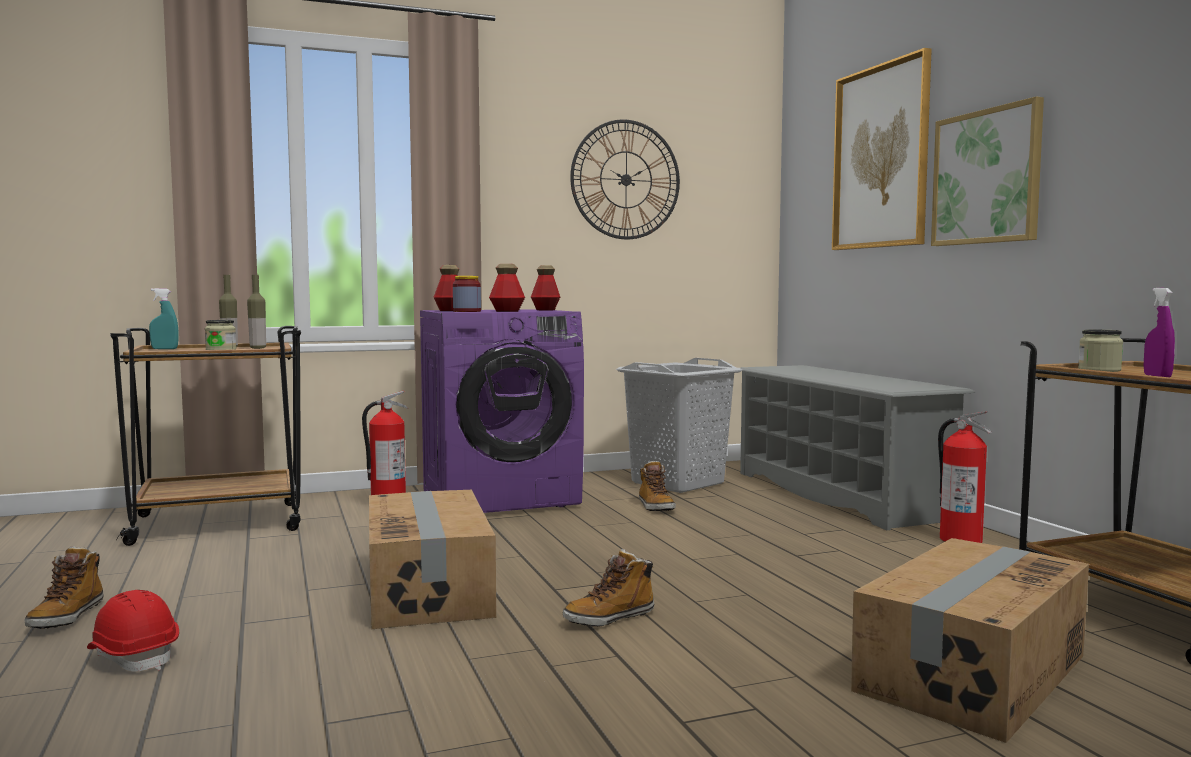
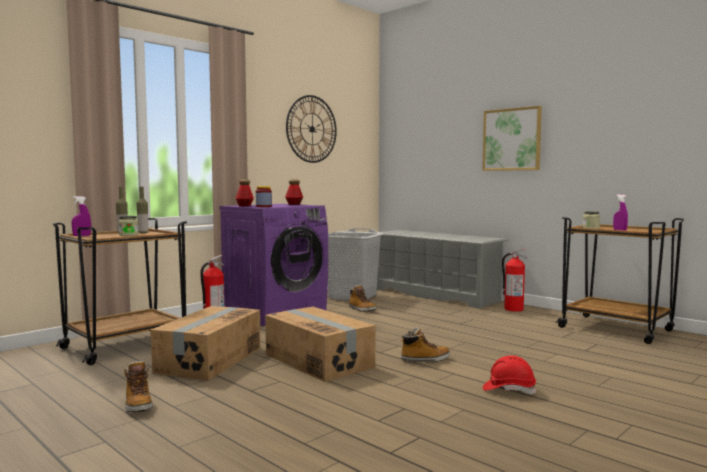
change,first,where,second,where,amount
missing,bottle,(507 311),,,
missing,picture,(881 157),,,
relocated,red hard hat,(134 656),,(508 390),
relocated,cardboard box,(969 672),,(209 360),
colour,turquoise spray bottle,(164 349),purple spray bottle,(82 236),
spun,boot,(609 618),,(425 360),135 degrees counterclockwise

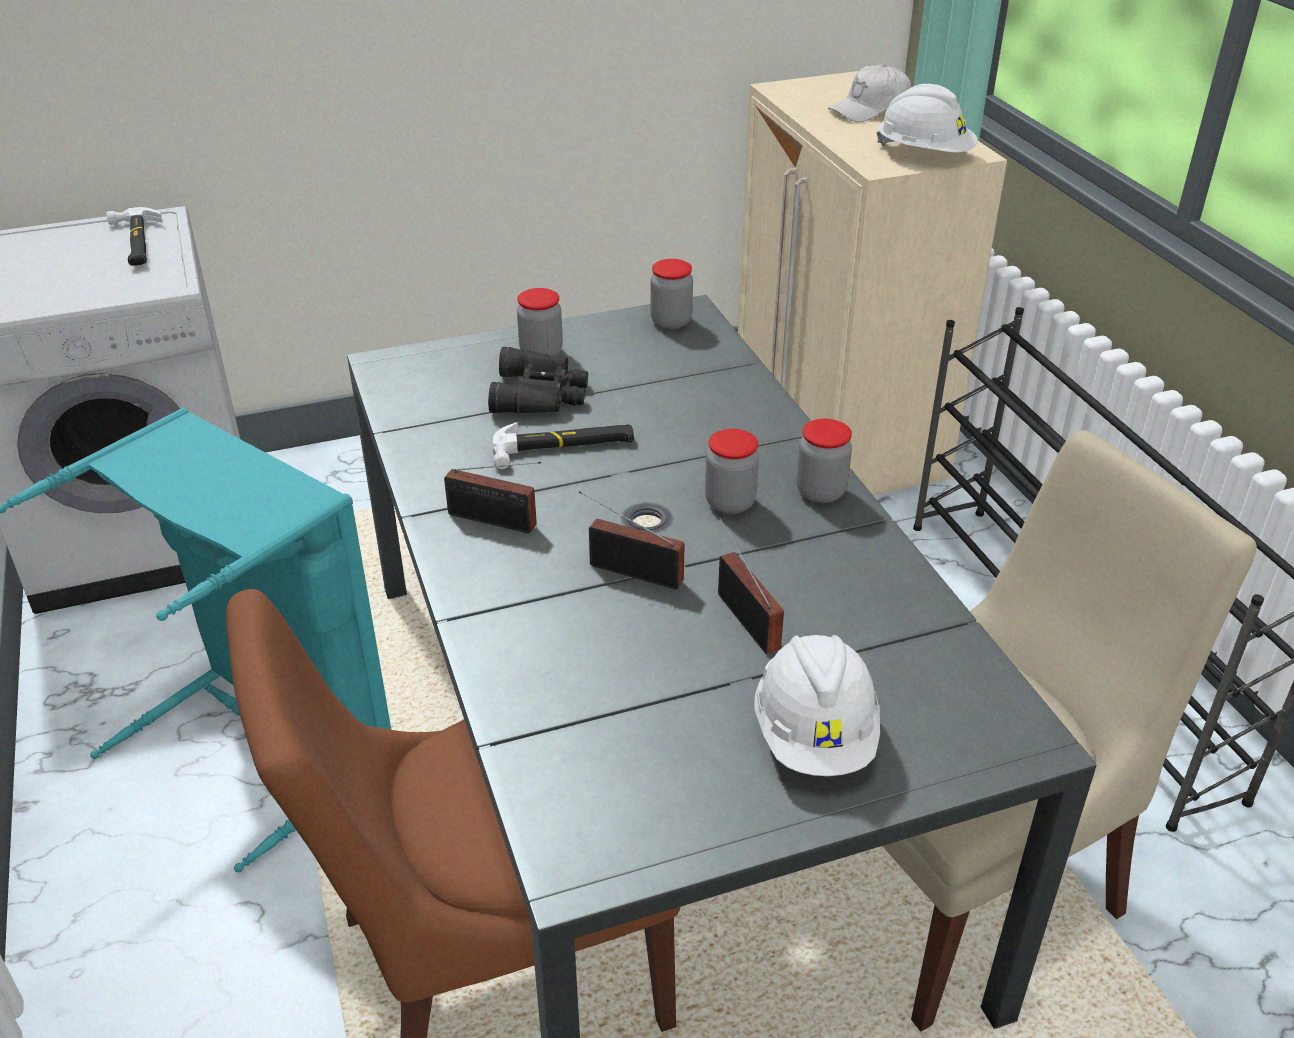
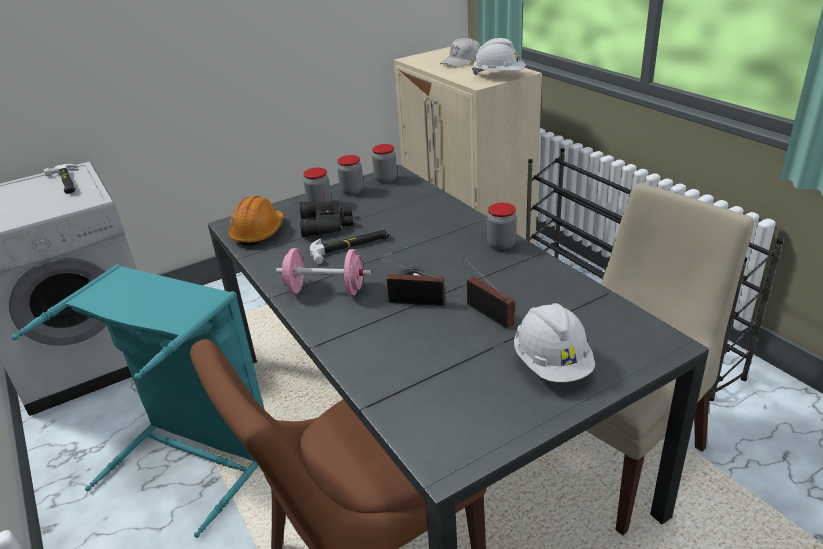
change,first,where,second,where,amount
appeared,,,orange hard hat,(258 232),
relocated,jar,(730 502),,(352 191),
exchanged,radio,(496 521),pink dumbbell,(326 290),

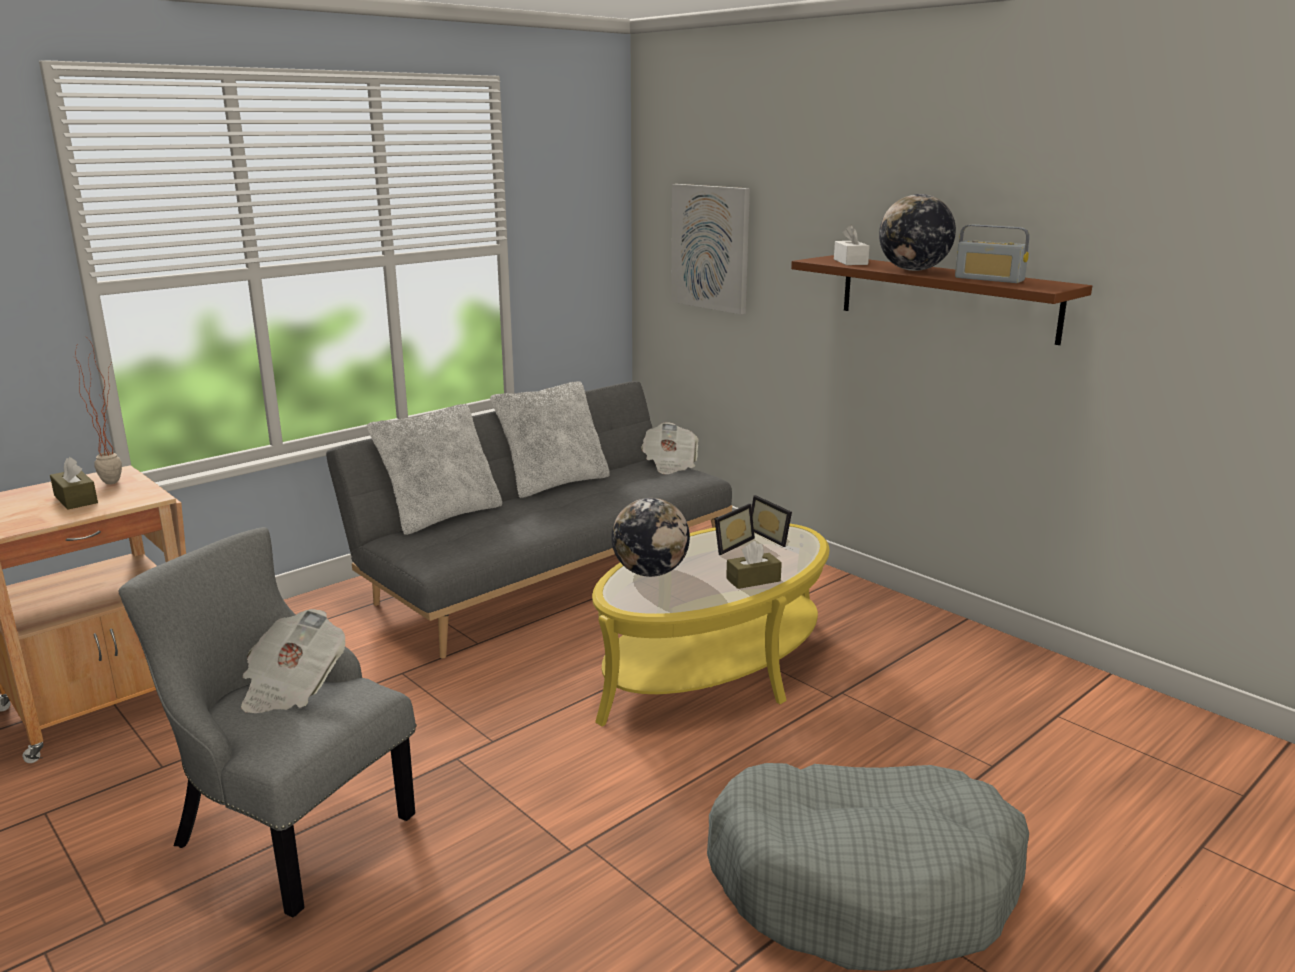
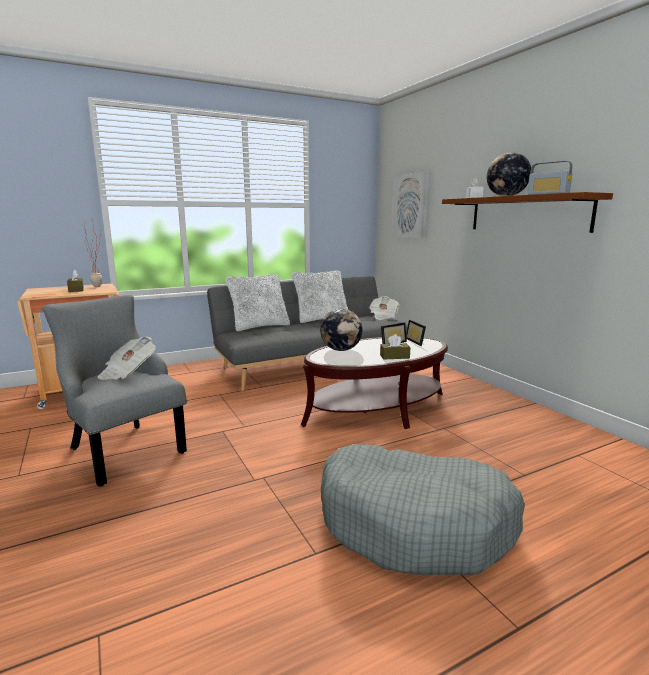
change,first,where,second,where,amount
colour,yellow coffee table,(714 666),brown coffee table,(377 408),

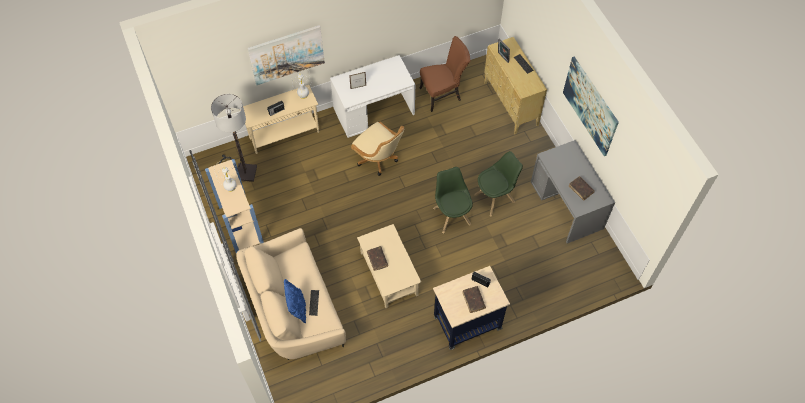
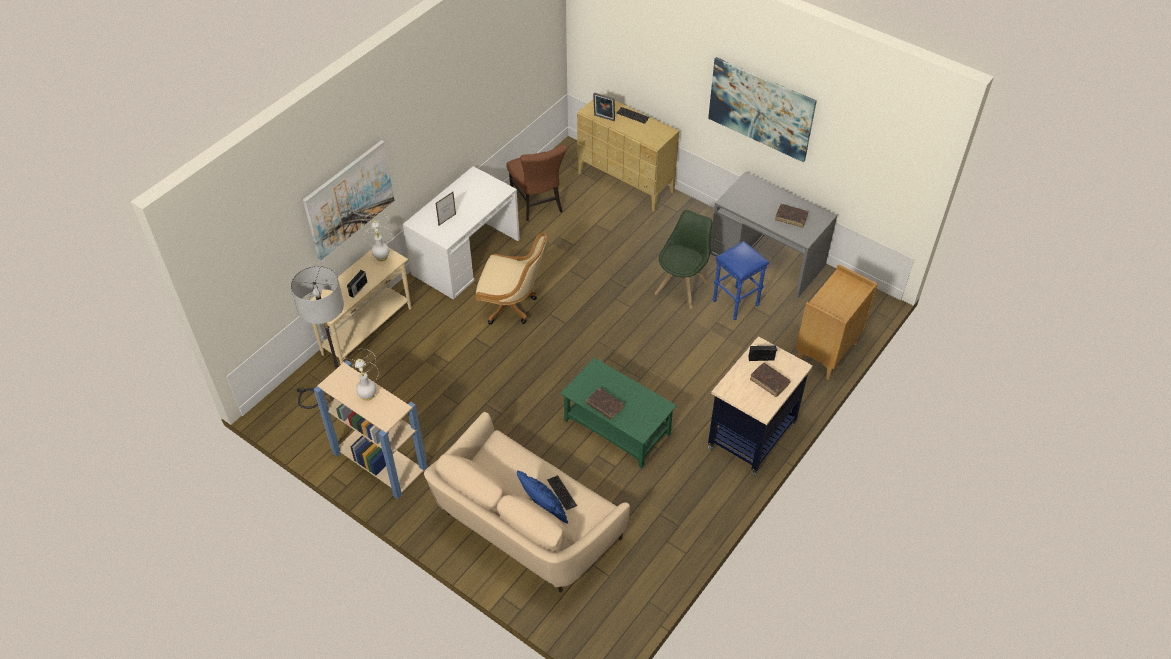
change,first,where,second,where,amount
missing,green chair,(451 216),,,
appeared,,,blue stool,(734 302),
appeared,,,brown cabinet,(826 353),
colour,beige coffee table,(388 273),green coffee table,(616 427),
spun,brown chair,(443 94),,(538 204),120 degrees clockwise

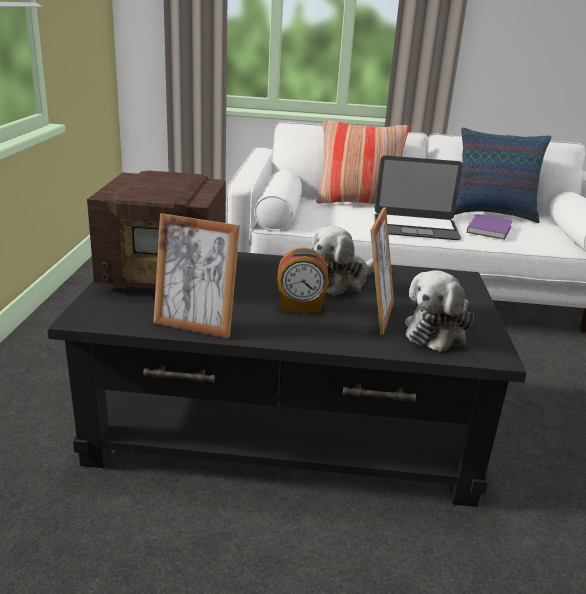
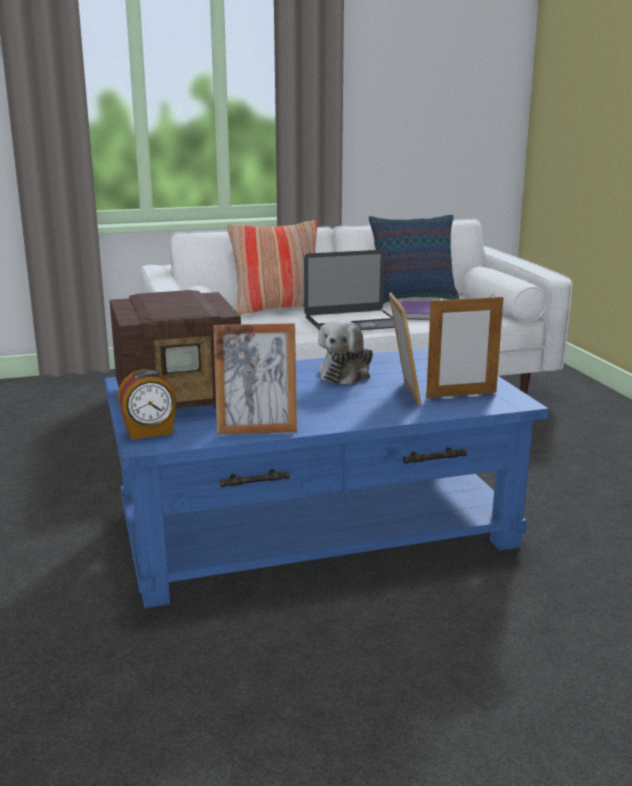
change,first,where,second,where,amount
relocated,alarm clock,(300 306),,(149 432),
exchanged,plush toy,(438 332),picture frame,(461 395),
colour,black coffee table,(286 425),blue coffee table,(317 529),

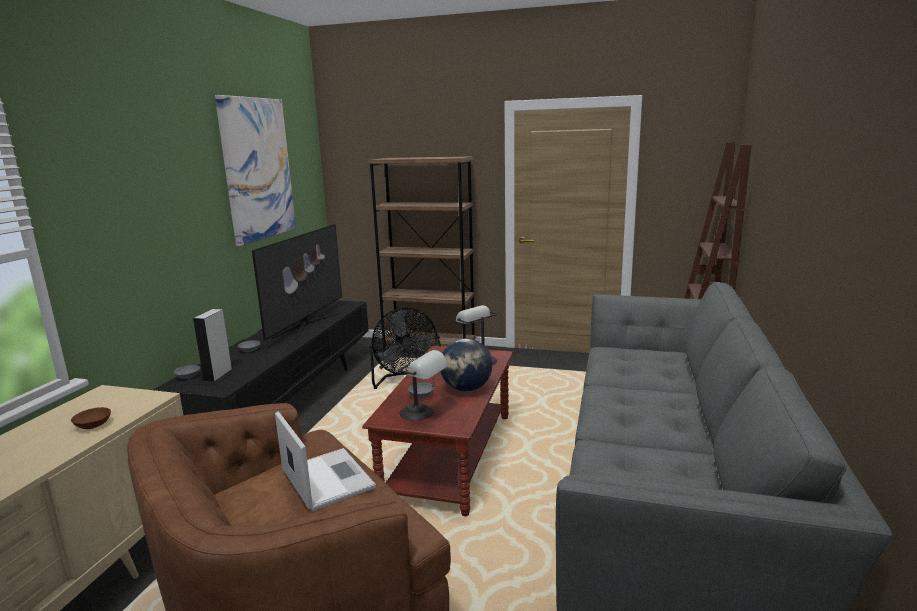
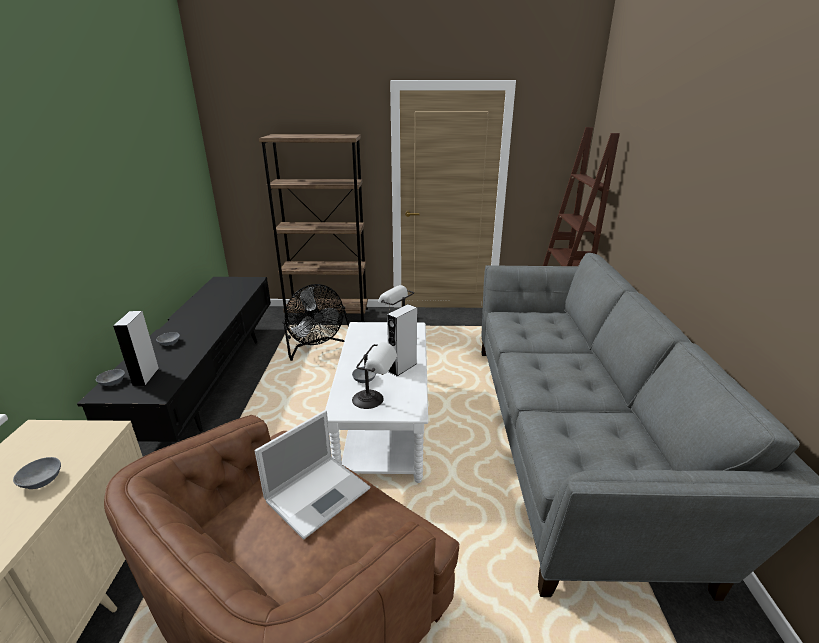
change,first,where,second,where,amount
missing,picture,(257 169),,,
missing,television,(306 325),,,
exchanged,globe,(466 389),grey speaker,(402 367),
colour,brown bowl,(94 425),grey bowl,(43 480),
colour,brown coffee table,(450 455),white coffee table,(384 422),
spun,laptop,(326 478),,(319 493),90 degrees clockwise

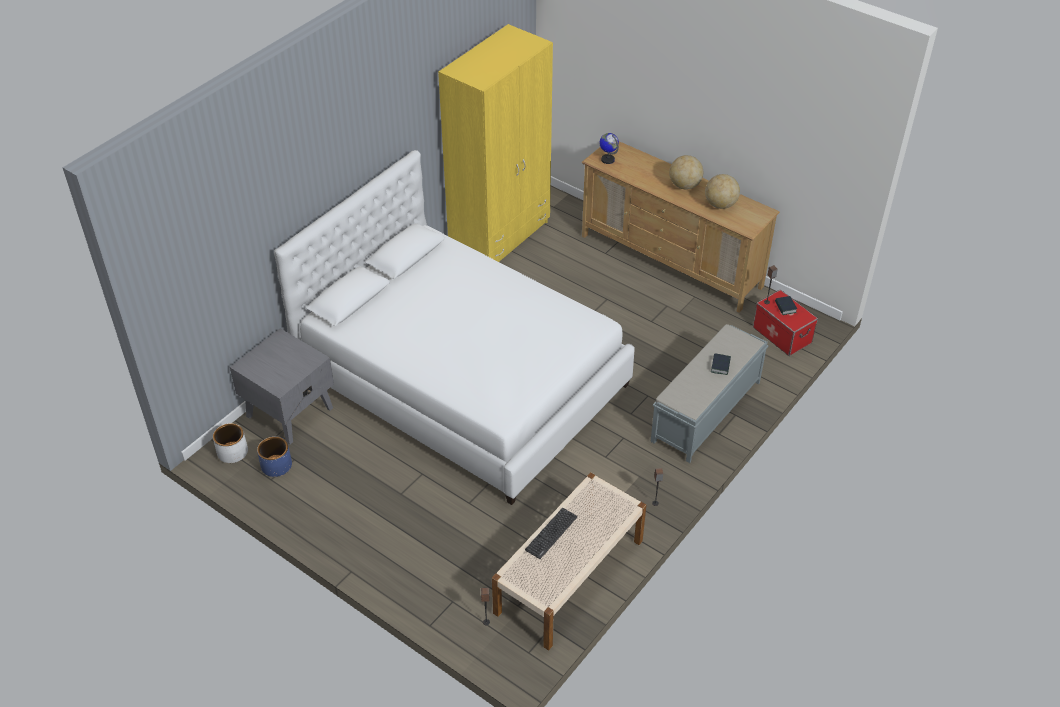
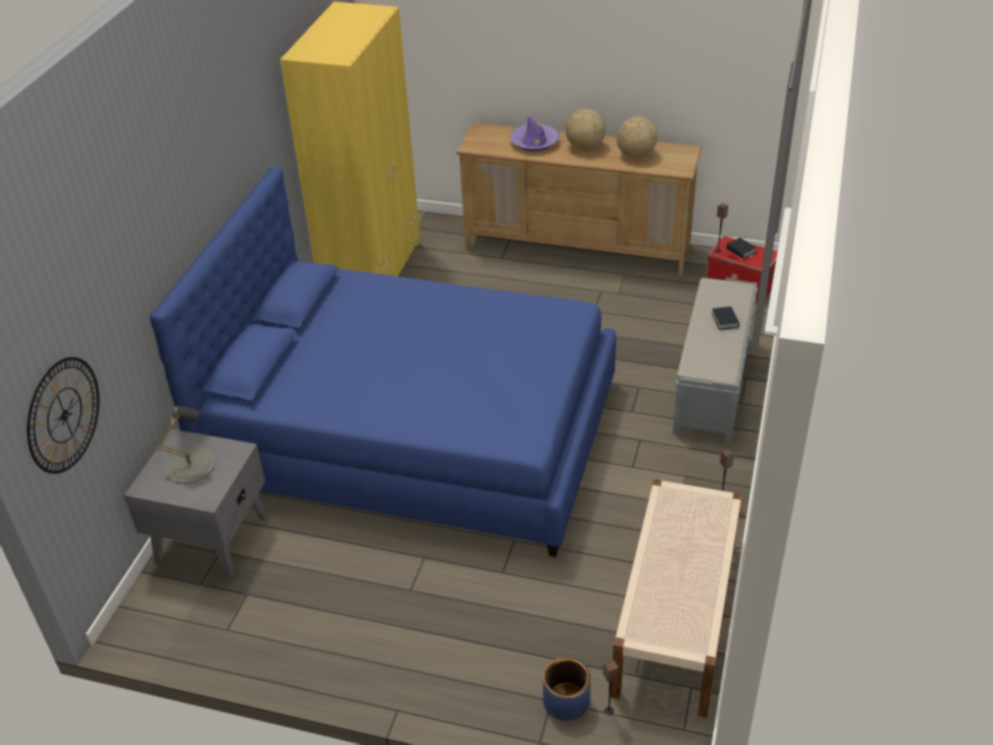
change,first,where,second,where,amount
missing,white planter,(232 452),,,
missing,keyboard,(551 533),,,
missing,globe,(607 159),,,
appeared,,,wall clock,(64 415),
appeared,,,grey table lamp,(190 465),
appeared,,,purple hat,(534 142),
relocated,blue planter,(276 465),,(566 701),
colour,white bed,(462 379),blue bed,(413 433),

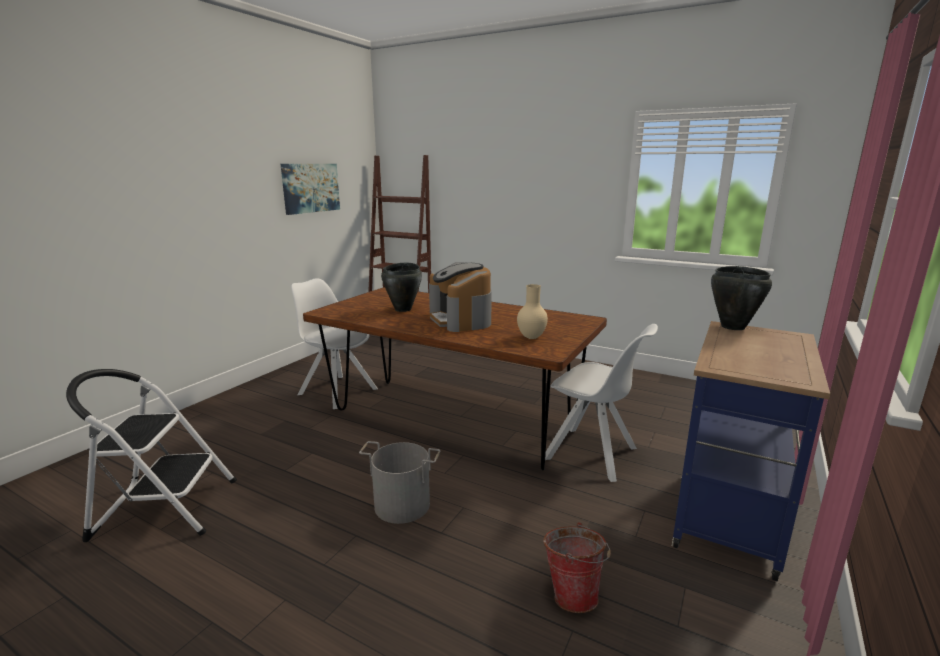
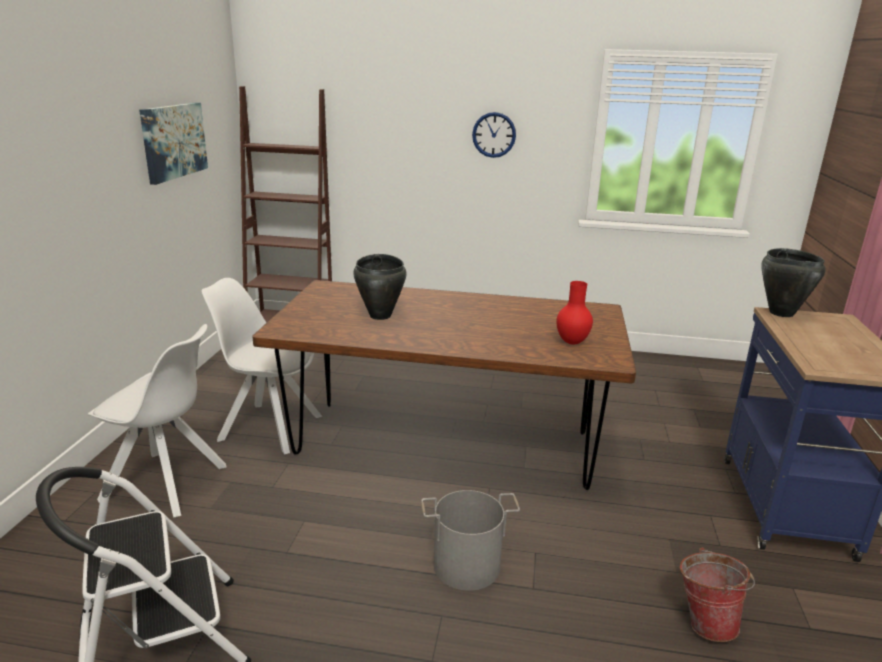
change,first,where,second,where,amount
missing,coffee machine,(461 319),,,
appeared,,,wall clock,(494 135),
relocated,white chair,(592 454),,(167 483),
colour,beige vase,(531 337),red vase,(571 342),

